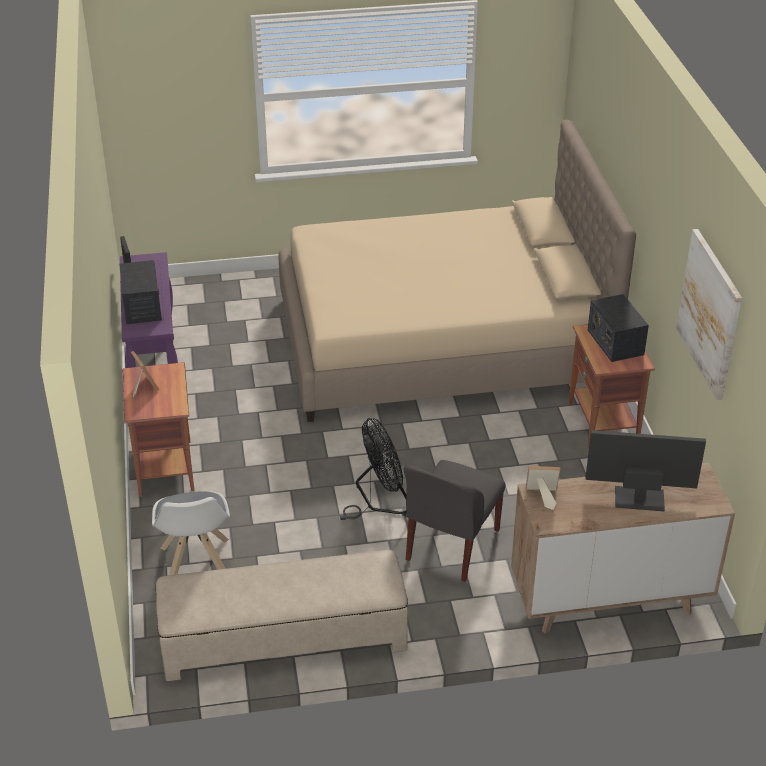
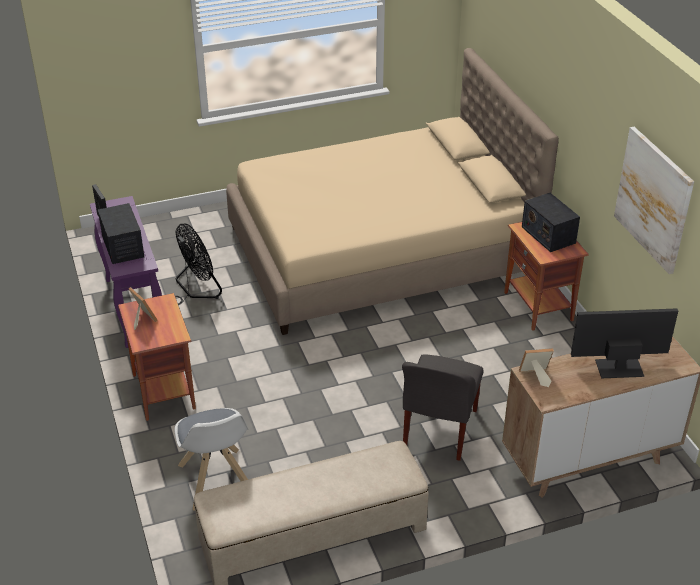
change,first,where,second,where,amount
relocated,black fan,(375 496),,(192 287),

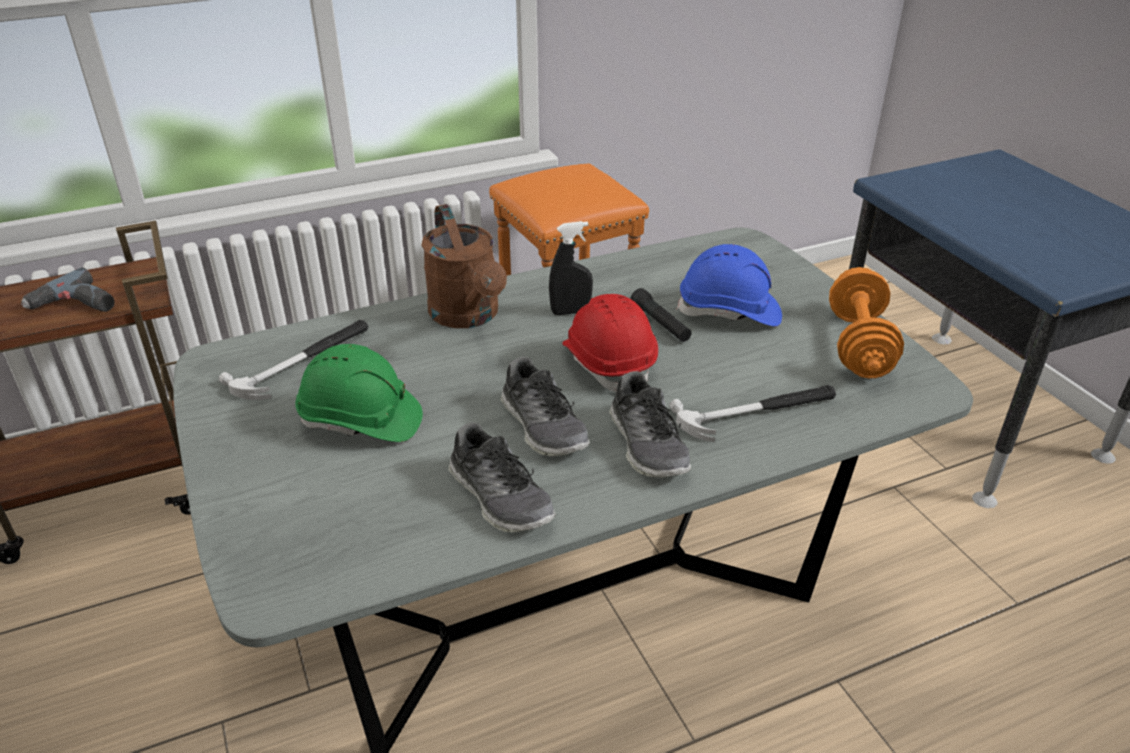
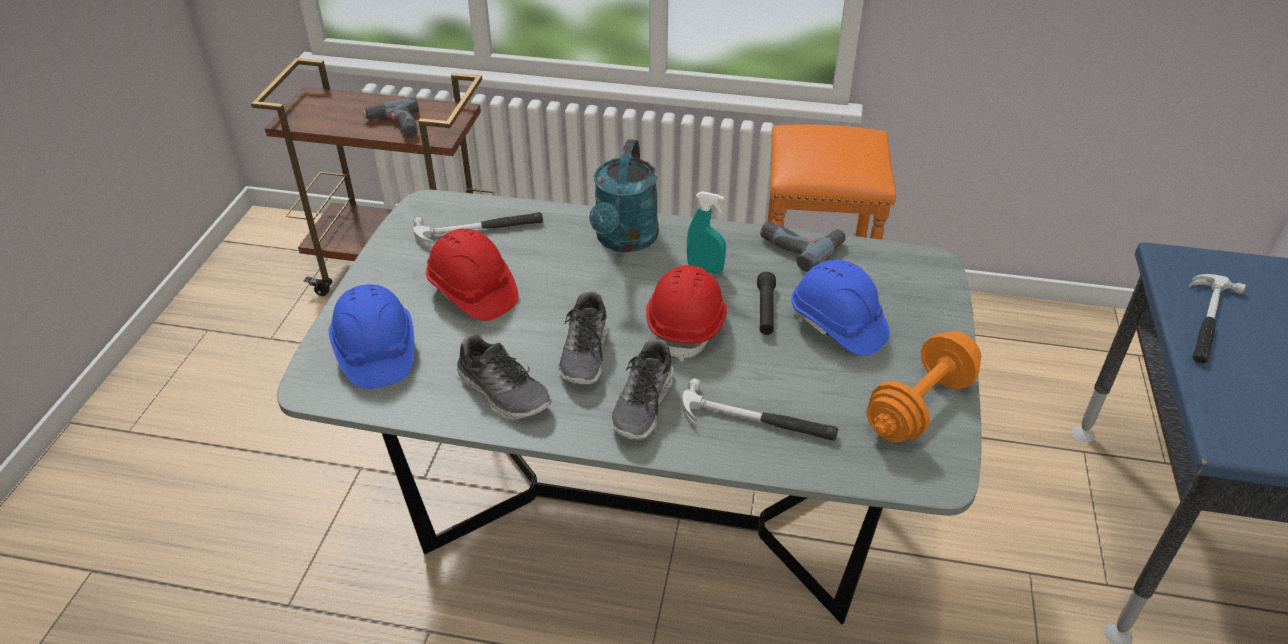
change,first,where,second,where,amount
appeared,,,blue hard hat,(375 352),
appeared,,,power drill,(801 245),
appeared,,,hammer,(1207 321),
colour,green hard hat,(361 421),red hard hat,(472 292),
colour,brown watering can,(469 316),turquoise watering can,(624 241),
colour,black spray bottle,(570 312),turquoise spray bottle,(705 269),
spun,shoe,(500 497),,(503 392),45 degrees counterclockwise

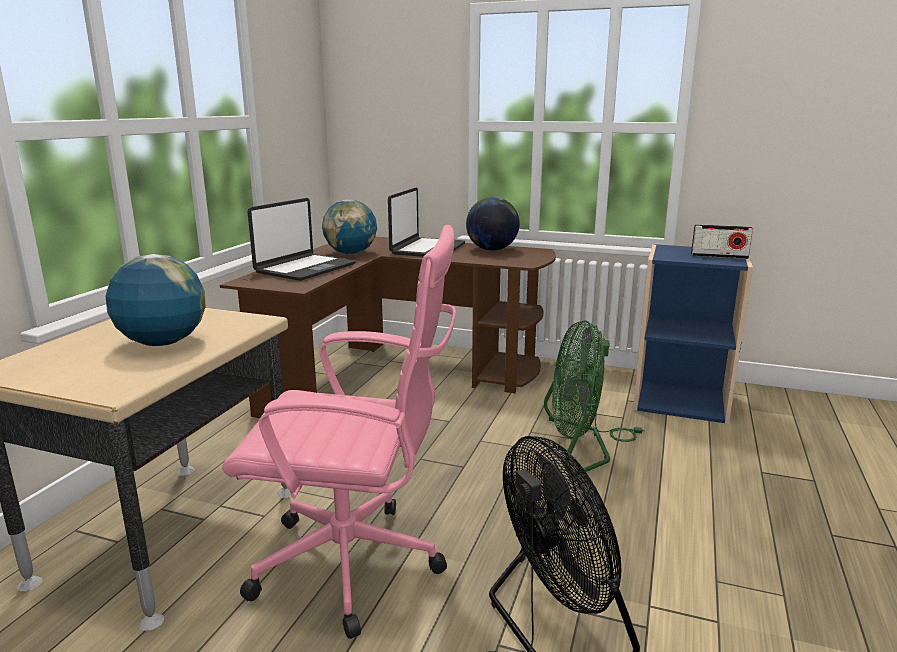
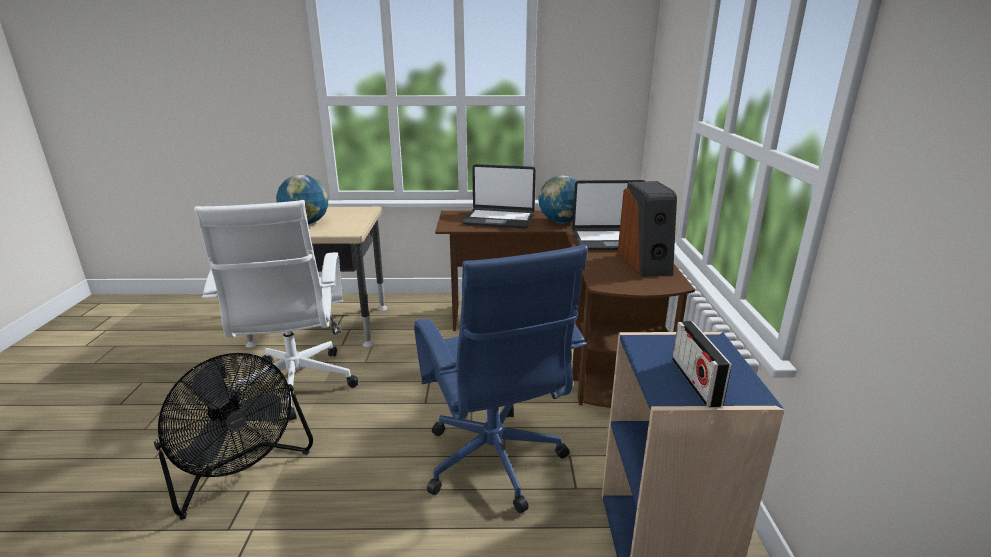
change,first,where,second,where,amount
exchanged,globe,(491 250),speaker,(645 263),
exchanged,green fan,(583 444),blue office chair,(496 464),
colour,pink office chair,(356 565),white office chair,(296 387),

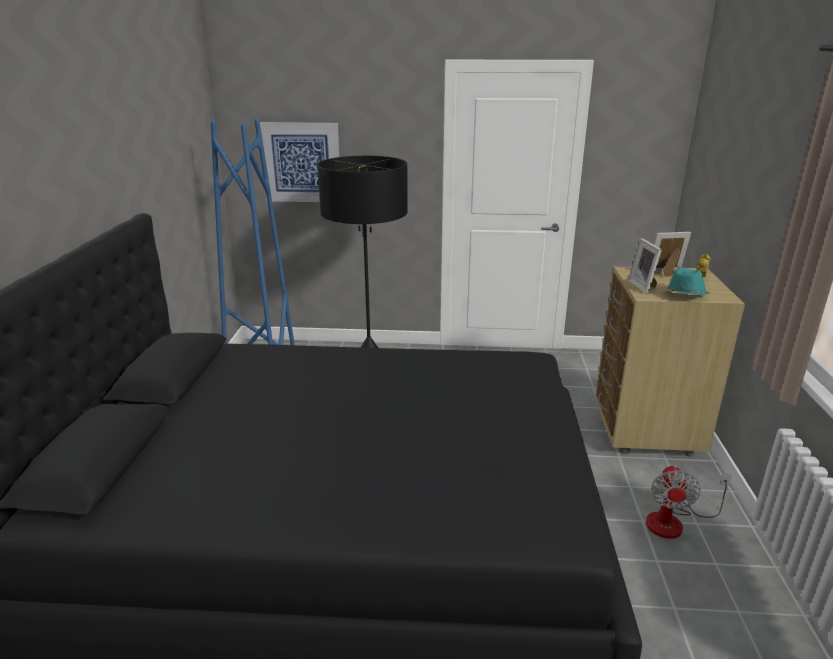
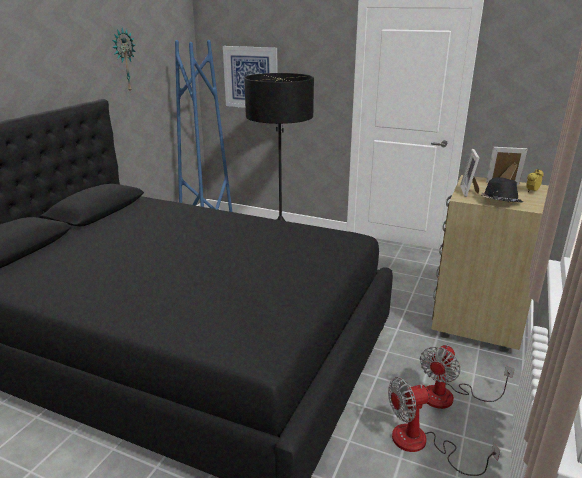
change,first,where,second,where,amount
appeared,,,wall clock,(124 60),
appeared,,,fan,(421 444),
colour,turquoise hat,(685 295),black hat,(499 202),

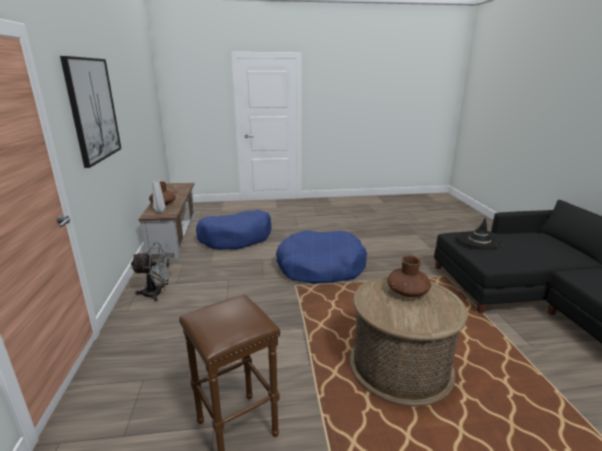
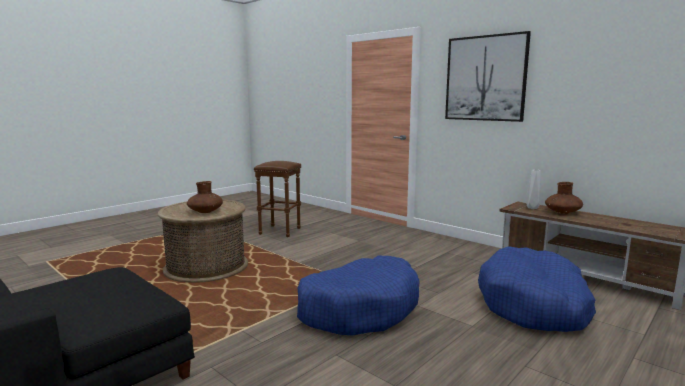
change,first,where,second,where,amount
missing,grey fan,(157 293),,,
missing,black hat,(479 240),,,

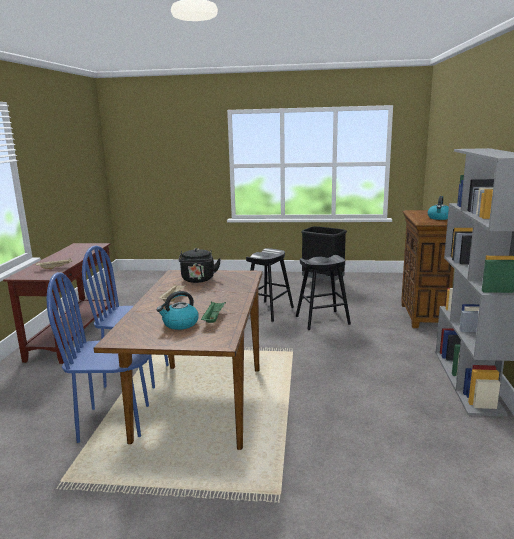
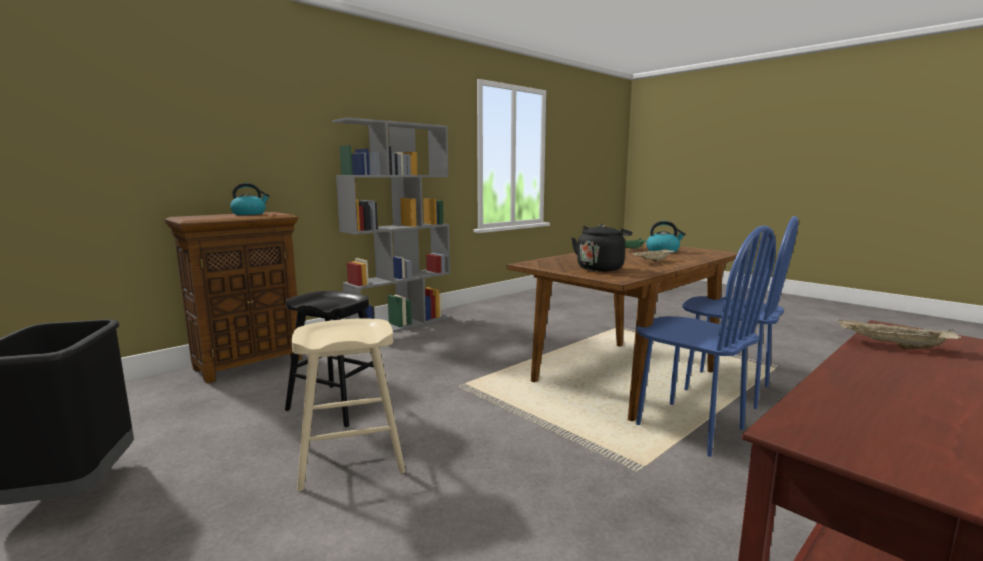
change,first,where,second,where,amount
colour,black stool,(268 311),beige stool,(351 459),

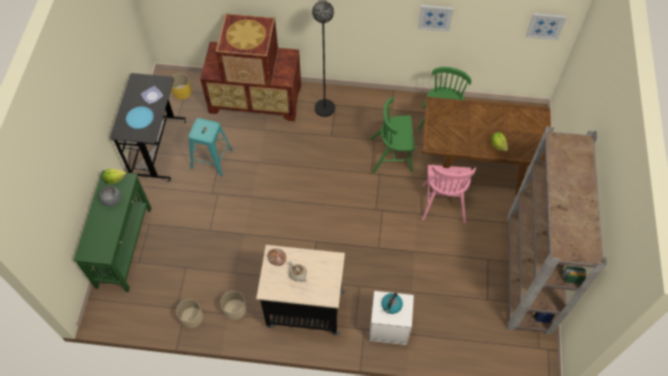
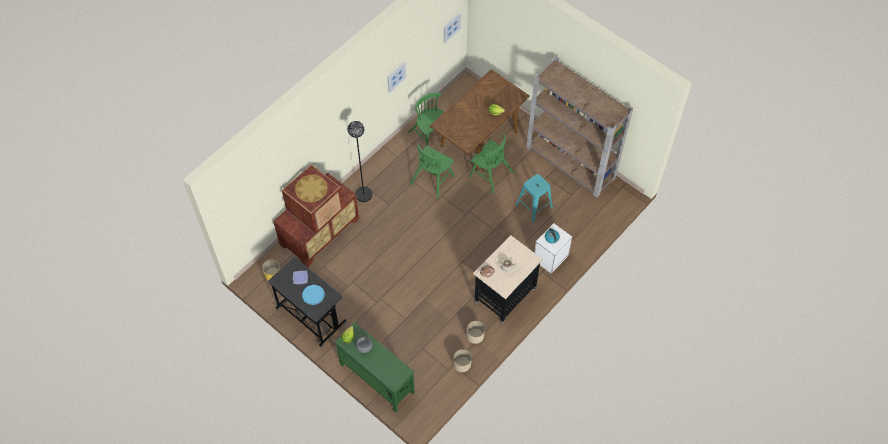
change,first,where,second,where,amount
relocated,turquoise stool,(212 158),,(534 206),
colour,pink chair,(443 200),green chair,(489 173),

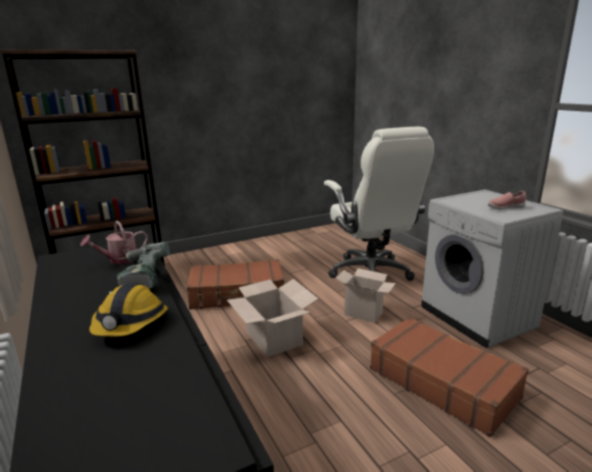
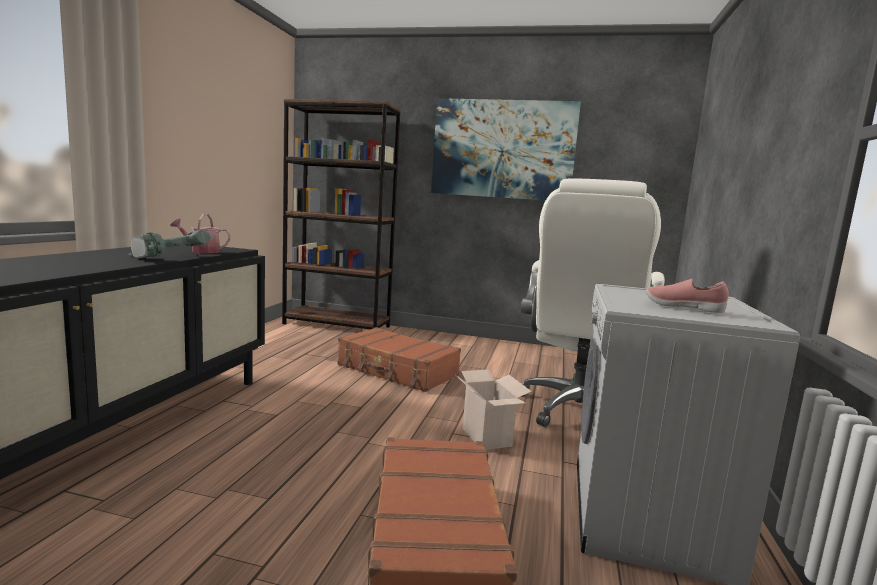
change,first,where,second,where,amount
missing,hard hat,(130 324),,,
missing,cardboard box,(274 338),,,
appeared,,,picture,(502 149),

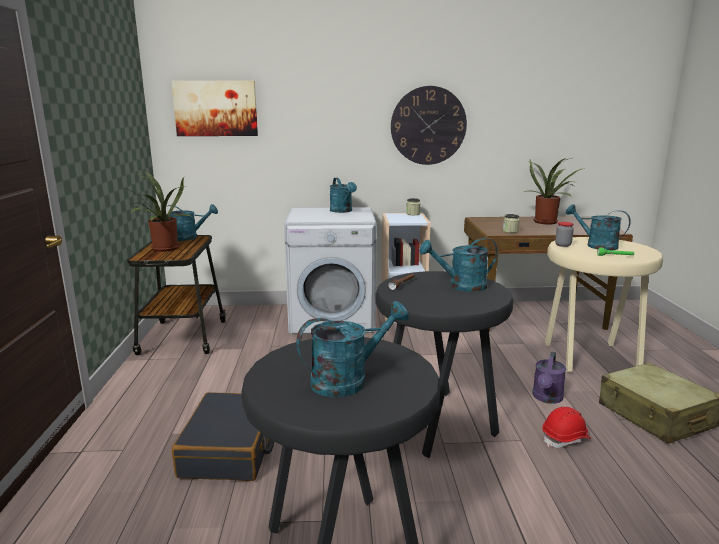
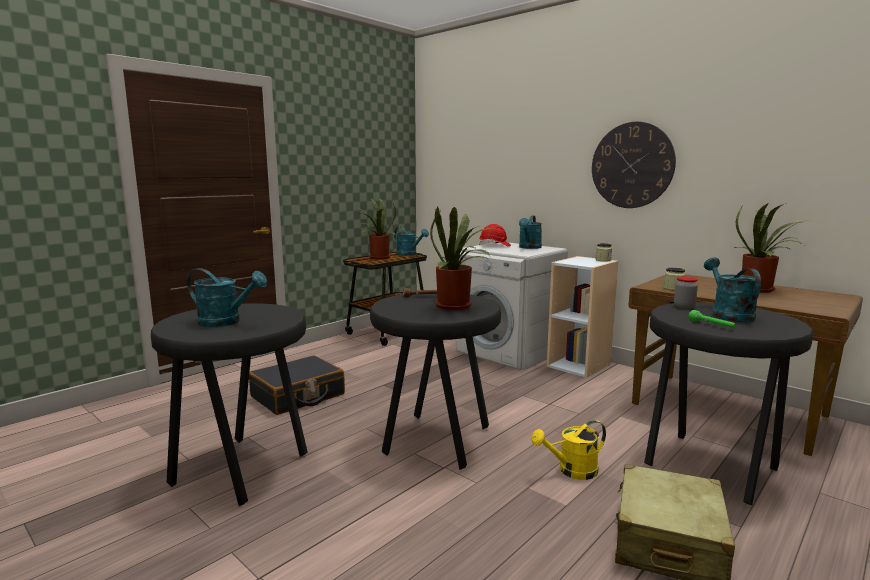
change,first,where,second,where,amount
missing,picture,(216 108),,,
relocated,red hard hat,(565 438),,(494 245),
exchanged,turquoise watering can,(461 286),potted plant,(457 306),
colour,purple watering can,(547 398),yellow watering can,(572 471),
colour,beige stool,(588 357),black stool,(708 465),

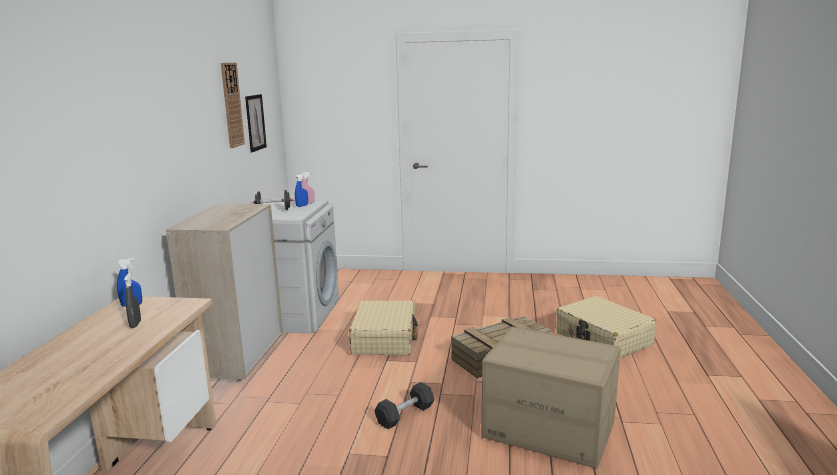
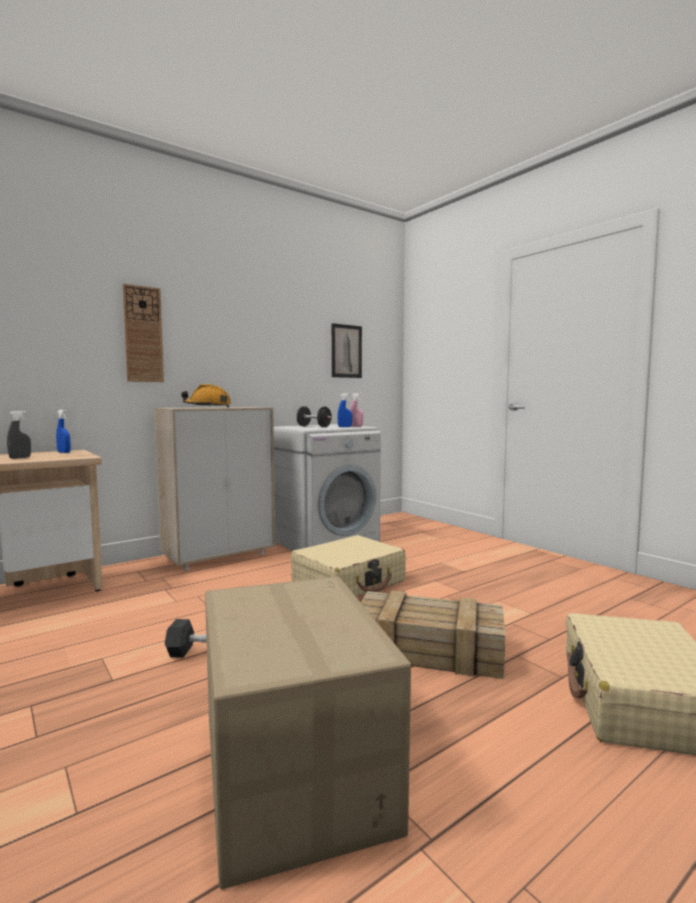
change,first,where,second,where,amount
appeared,,,orange hard hat,(207 407),
relocated,wall clock,(232 105),,(143 334),

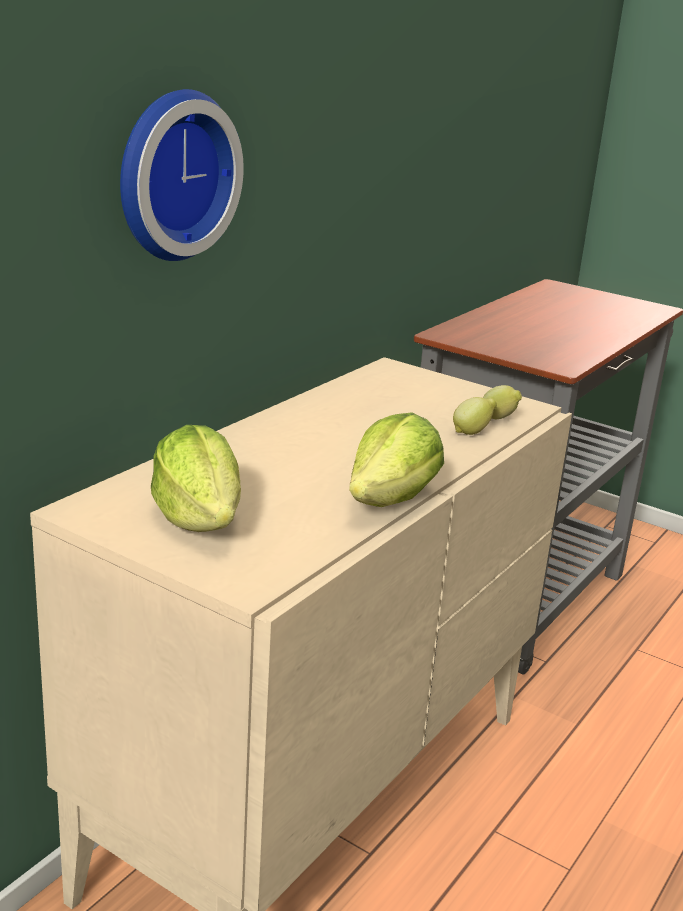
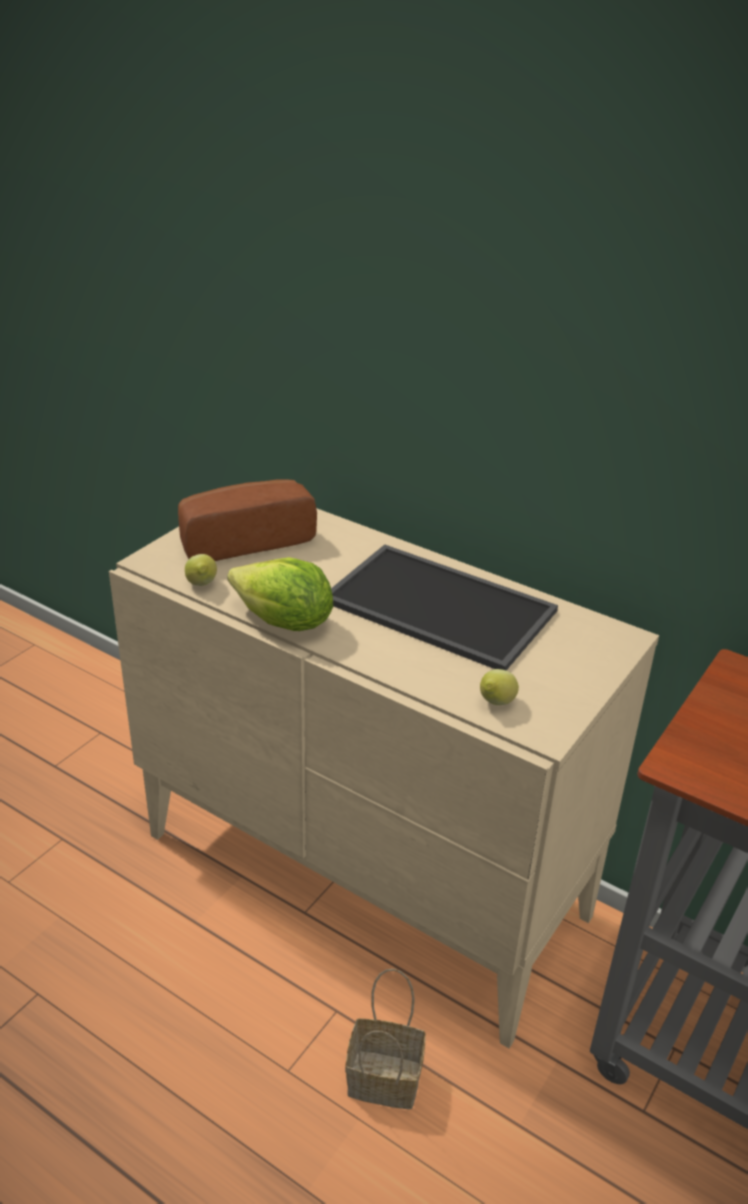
change,first,where,second,where,amount
missing,wall clock,(170 174),,,
appeared,,,tray,(435 607),
appeared,,,basket,(381 1080),
relocated,lemon,(472 432),,(202 585),
exchanged,lettuce,(199 519),bread,(244 540),

